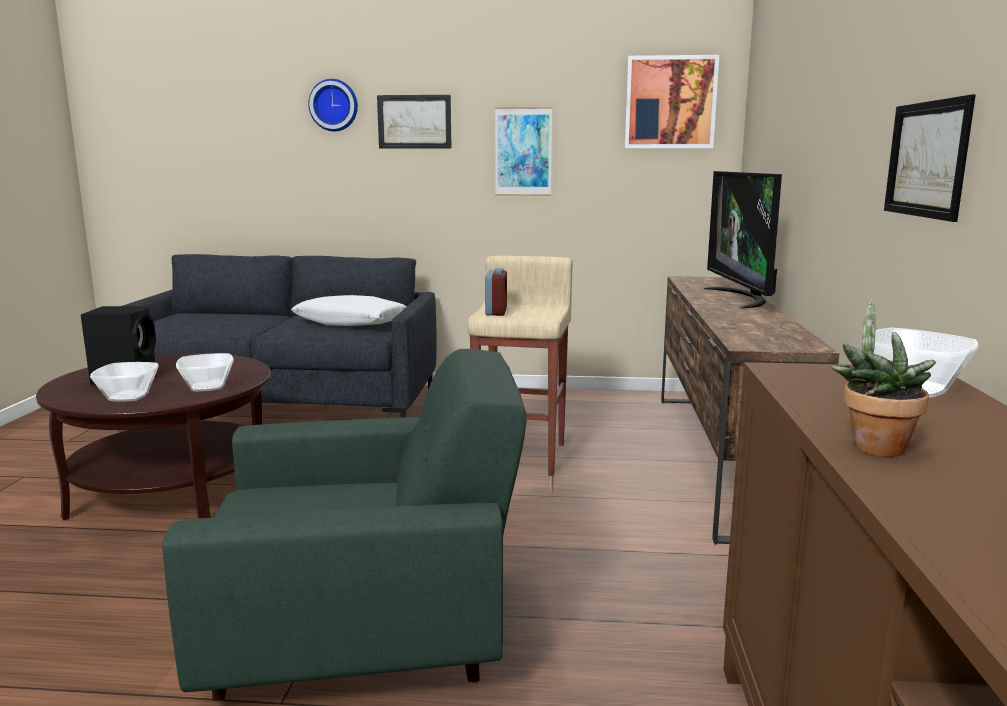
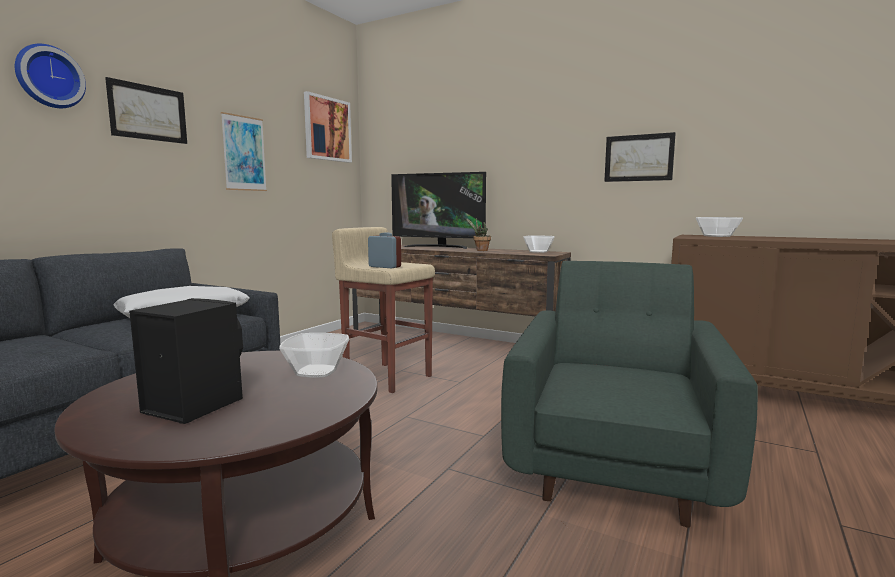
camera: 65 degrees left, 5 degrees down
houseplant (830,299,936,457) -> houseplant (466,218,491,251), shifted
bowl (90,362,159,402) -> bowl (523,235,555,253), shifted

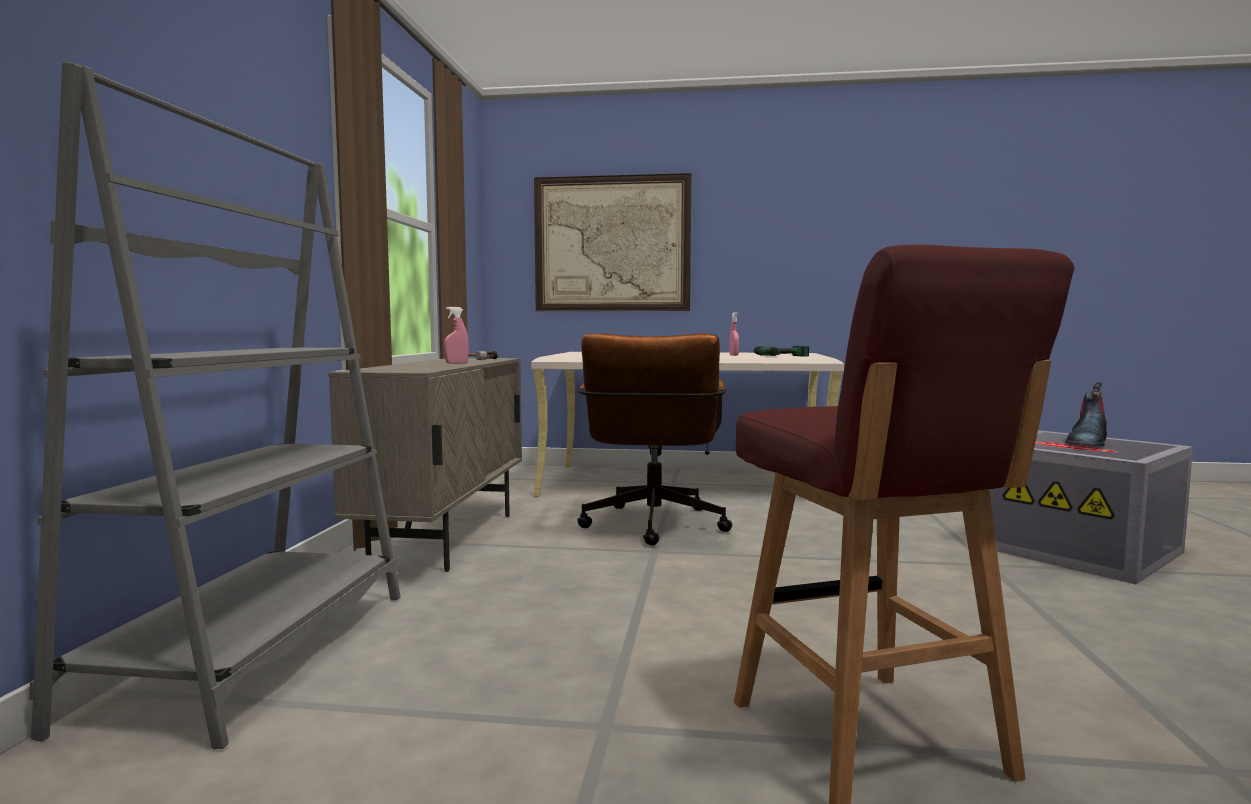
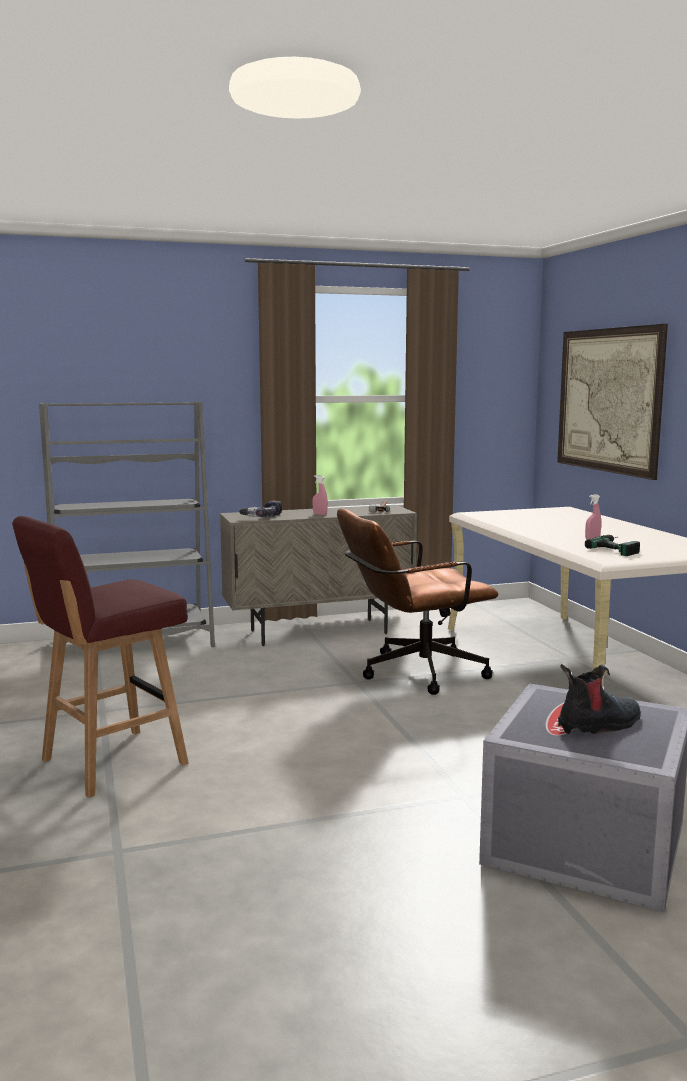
camera: 65 degrees right, 5 degrees up
none -> drill (239,501,282,517)
tall boot (1065,382,1107,447) -> tall boot (558,664,641,734), 135 degrees clockwise

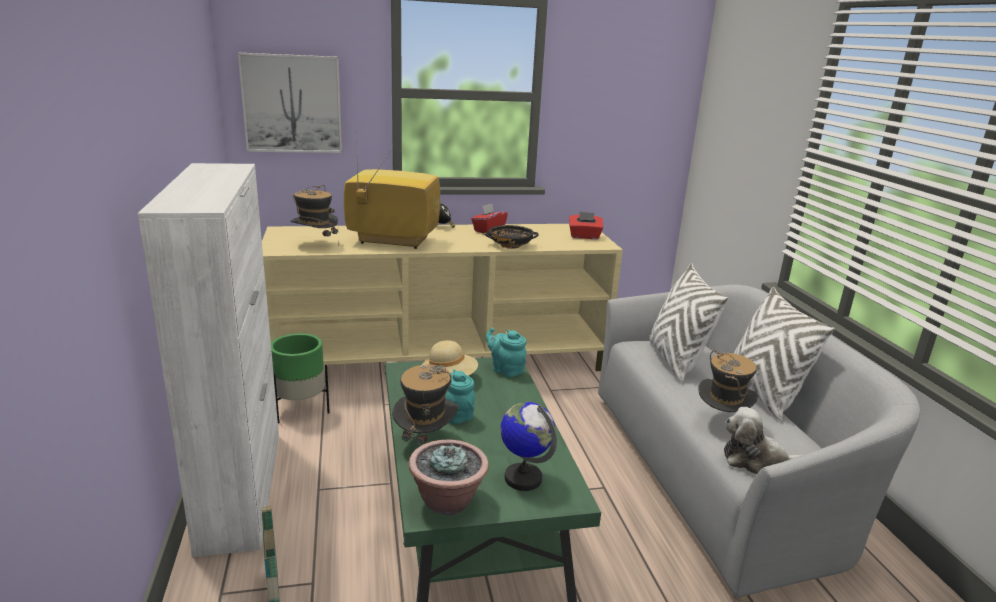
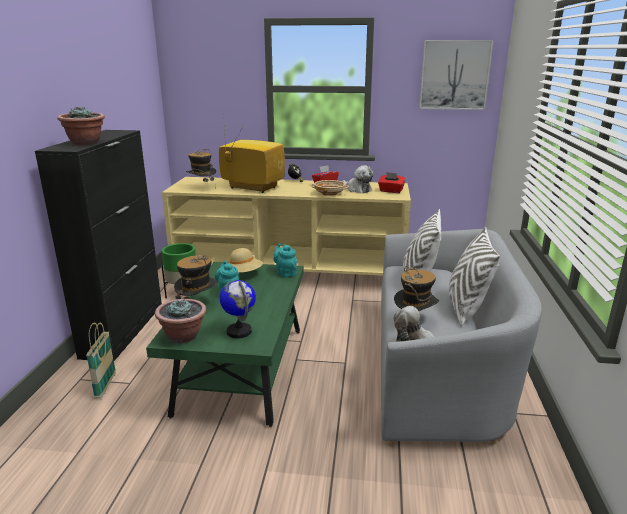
camera: 20 degrees right, 0 degrees up
whitish cabinet (138,163,279,557) -> blackish cabinet (35,130,162,361)
none -> houseplant (57,107,105,145)
blackish bowl (484,225,539,249) -> beige bowl (310,180,349,196)
none -> soft toy (342,165,374,193)
wall picture (238,53,342,153) -> wall picture (419,40,493,110), shifted

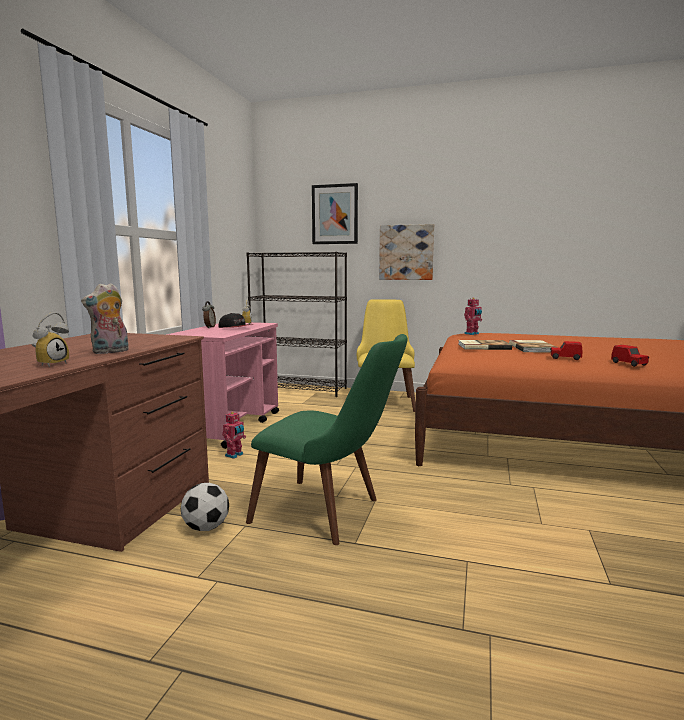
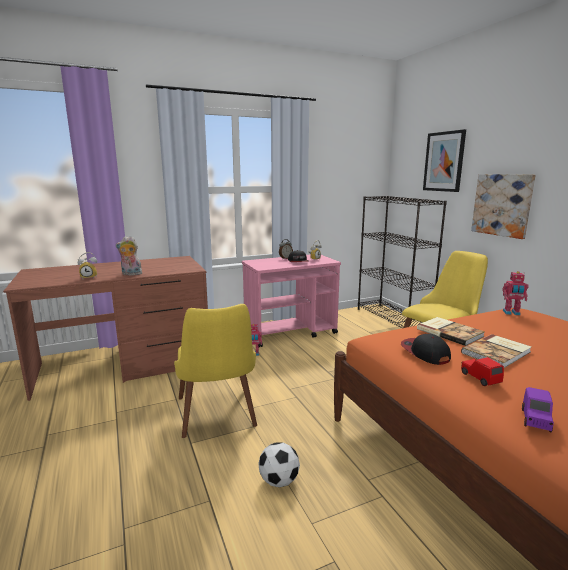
camera: 50 degrees right, 5 degrees up
green upright chair (246,334,407,545) -> yellow-coloured upright chair (174,304,257,438)
football (181,483,229,531) -> football (258,442,300,487), shifted
none -> peaked cap (401,334,451,365)
reddish miniature car (611,345,649,367) -> purple miniature car (522,387,554,432)

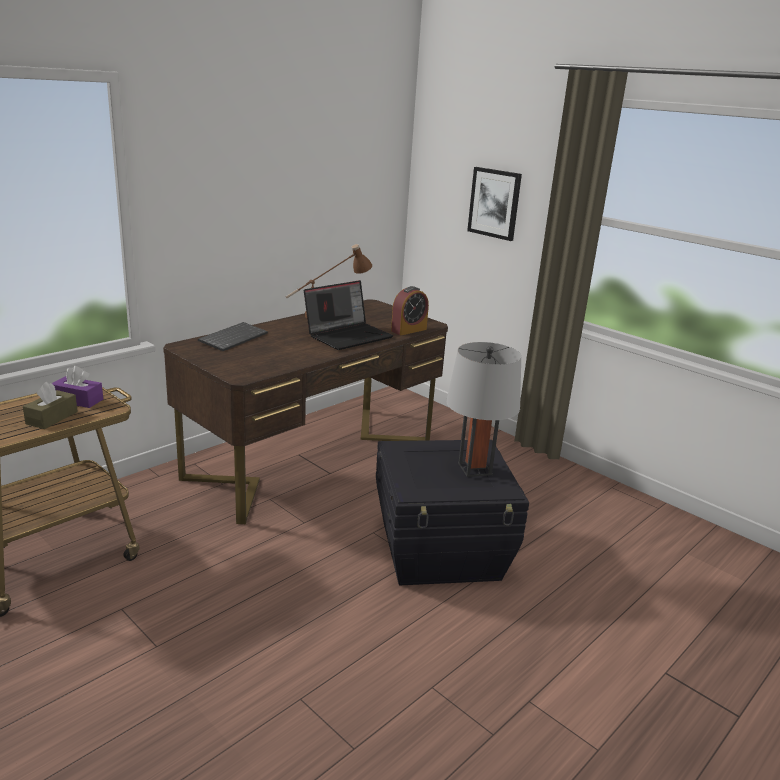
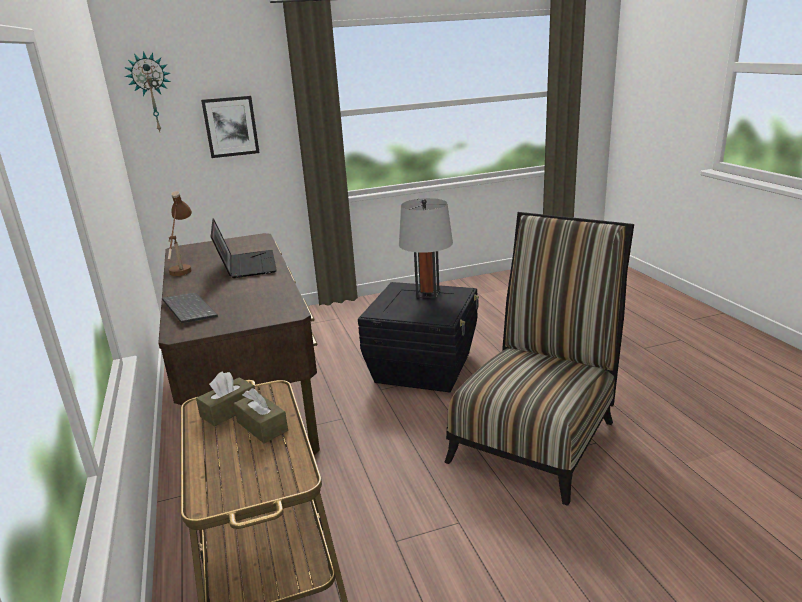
camera: 60 degrees left, 0 degrees up
none -> clock on the wall (124,51,170,132)
purple tissue box (52,366,103,408) -> brownish tissue box (196,372,255,426)
none -> upright chair (445,212,634,506)
alarm clock (391,286,429,335) -> none

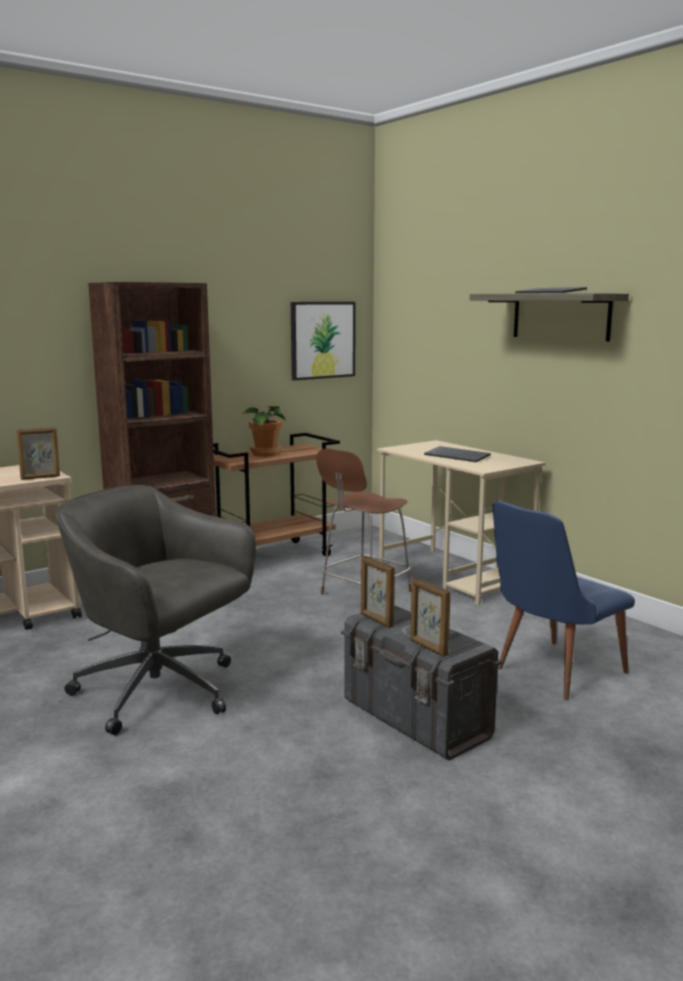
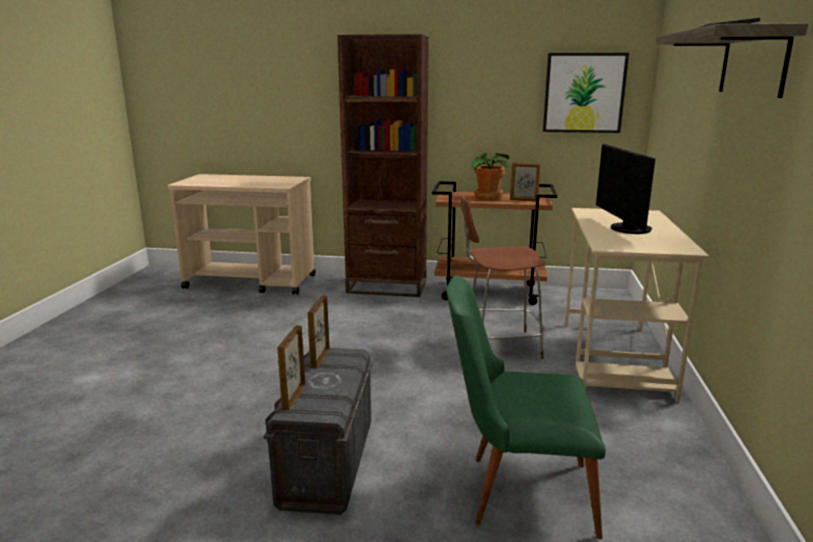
camera: 45 degrees right, 5 degrees up
blue upright chair (492,501,635,700) -> green upright chair (446,275,606,539)
picture frame (16,427,60,480) -> picture frame (510,162,541,201), shifted
computer keyboard (424,446,491,462) -> computer screen (596,144,655,234)
grey desk chair (56,485,256,735) -> none

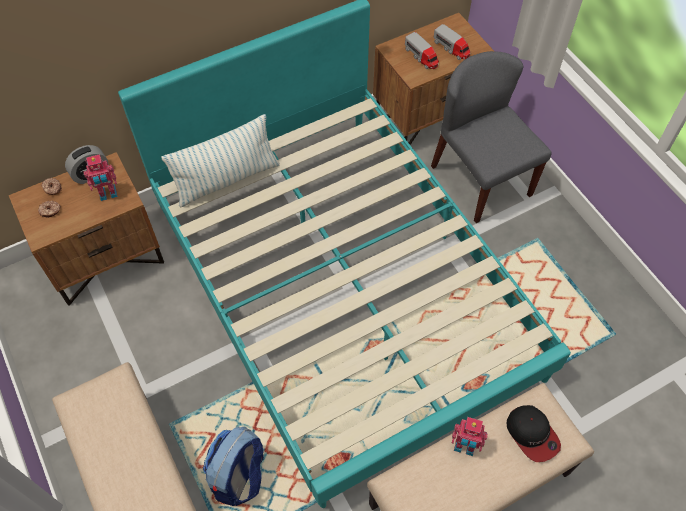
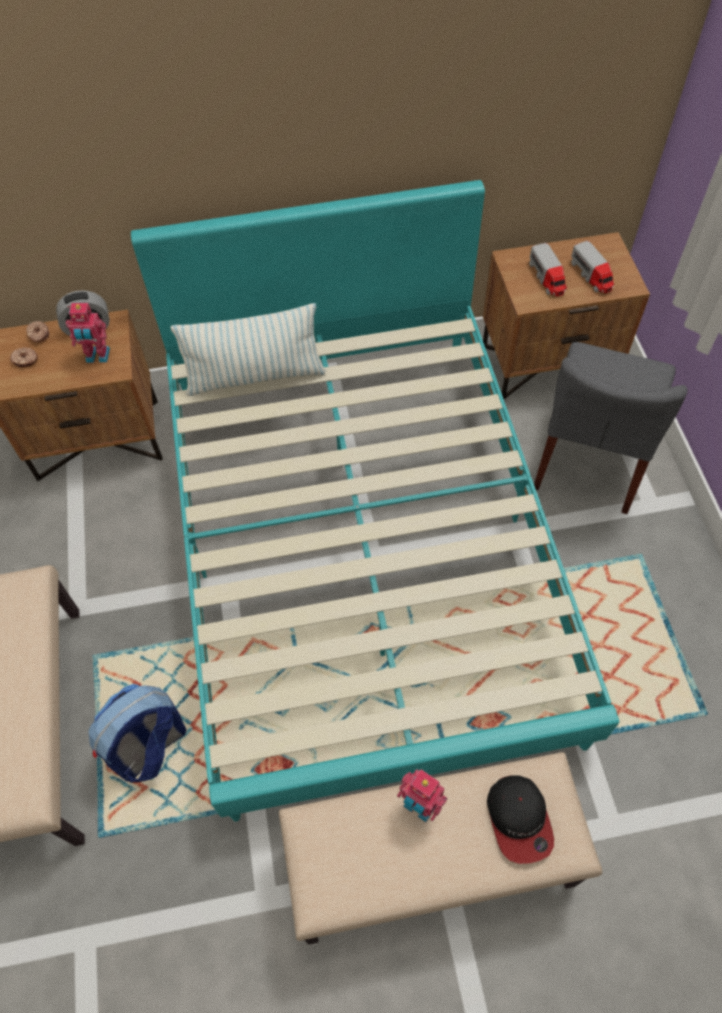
camera: 20 degrees right, 0 degrees up
grey upright chair (431,51,552,223) -> grey upright chair (534,342,687,514), 150 degrees counterclockwise

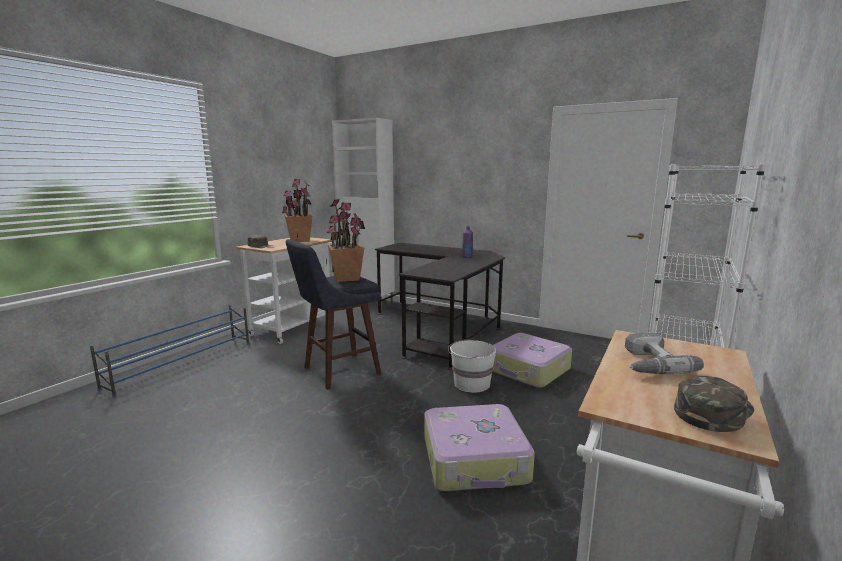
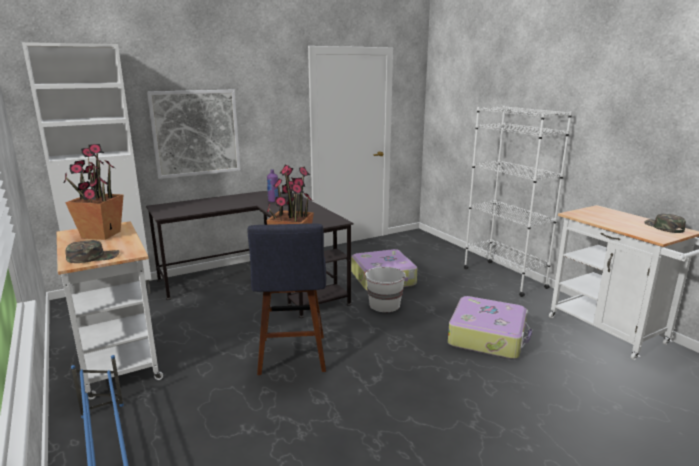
camera: 60 degrees left, 5 degrees up
none -> wall picture (147,90,240,179)
drill (625,333,704,374) -> none

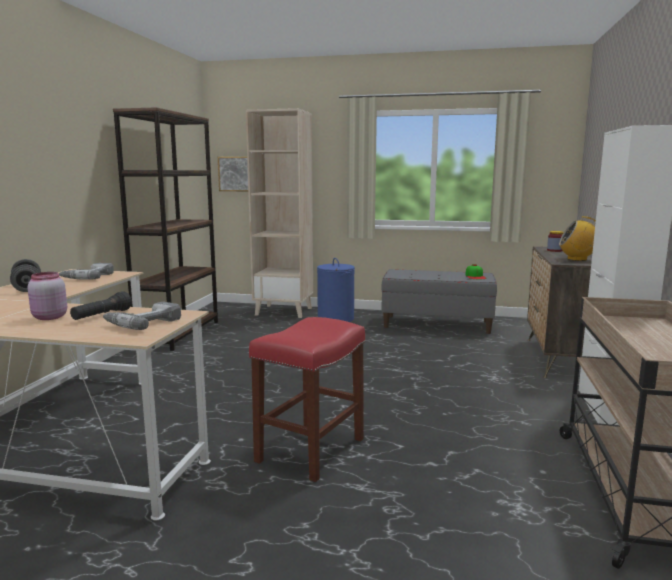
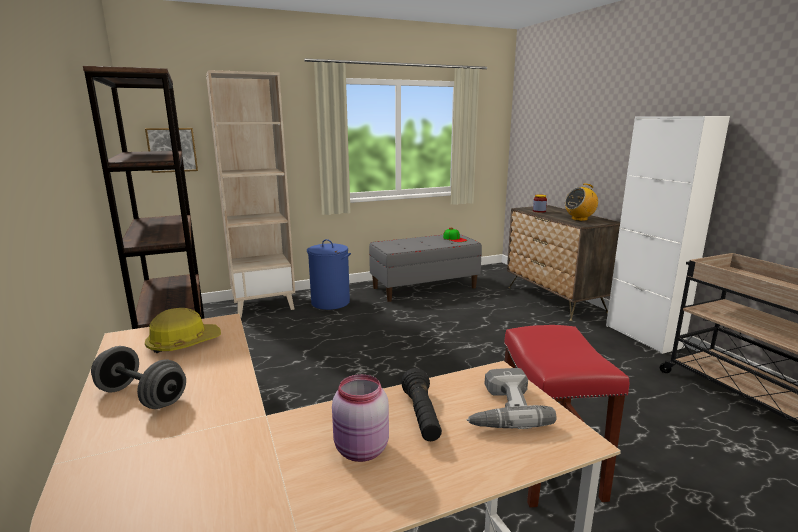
camera: 35 degrees left, 5 degrees up
drill (59,263,114,280) -> hard hat (145,308,221,353)

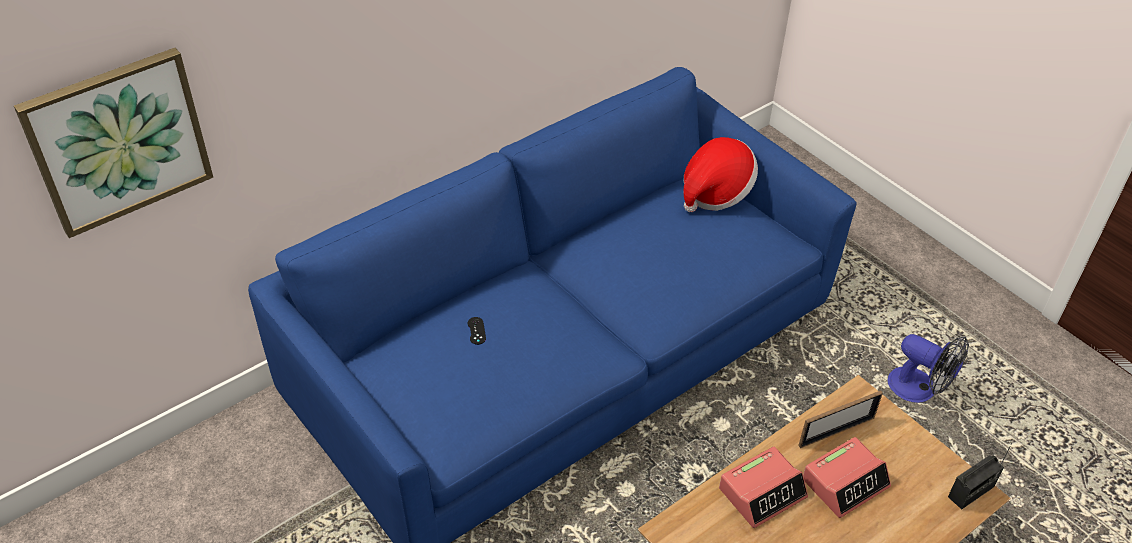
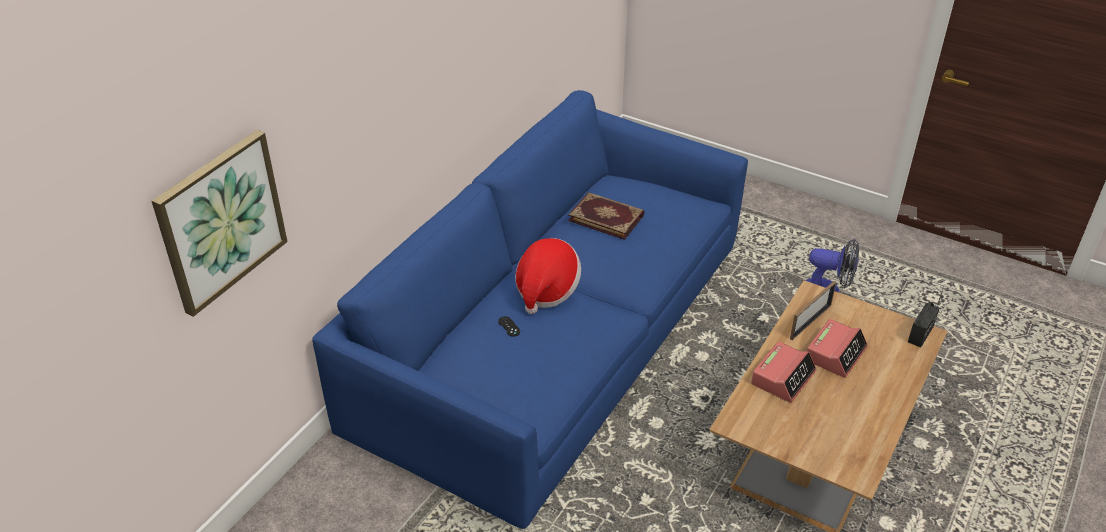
camera: 20 degrees left, 5 degrees down
hat (683,137,758,212) -> hat (515,238,581,314), shifted
none -> bound book (568,192,645,240)

